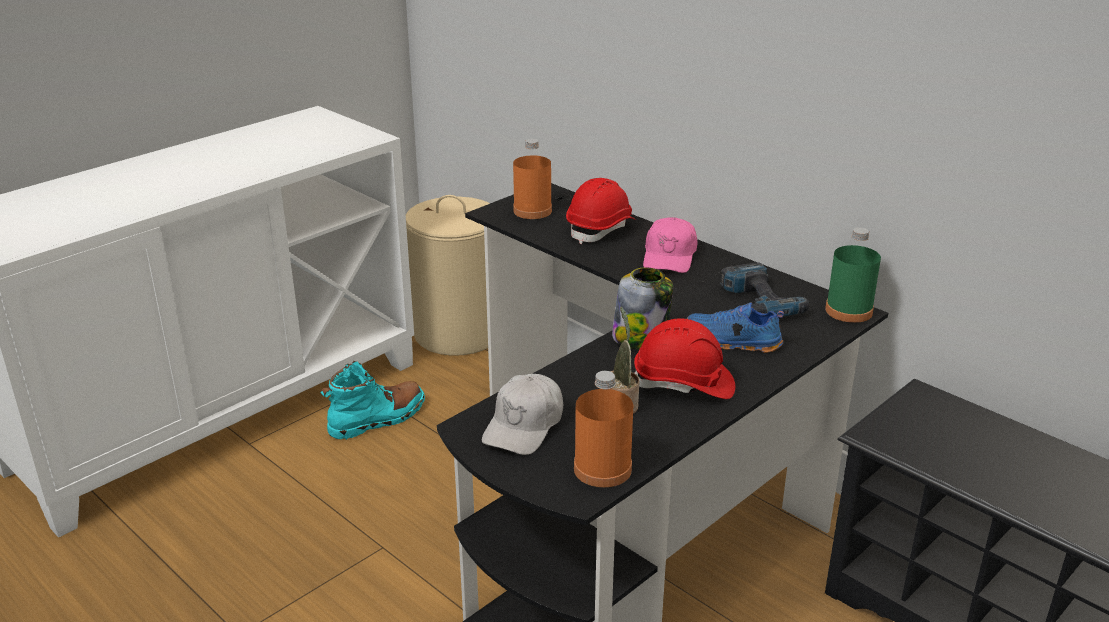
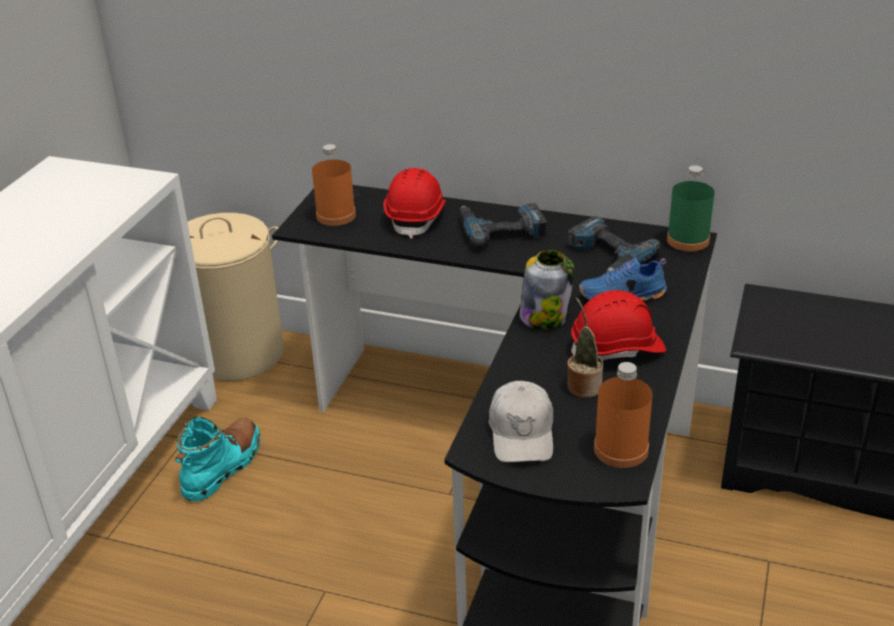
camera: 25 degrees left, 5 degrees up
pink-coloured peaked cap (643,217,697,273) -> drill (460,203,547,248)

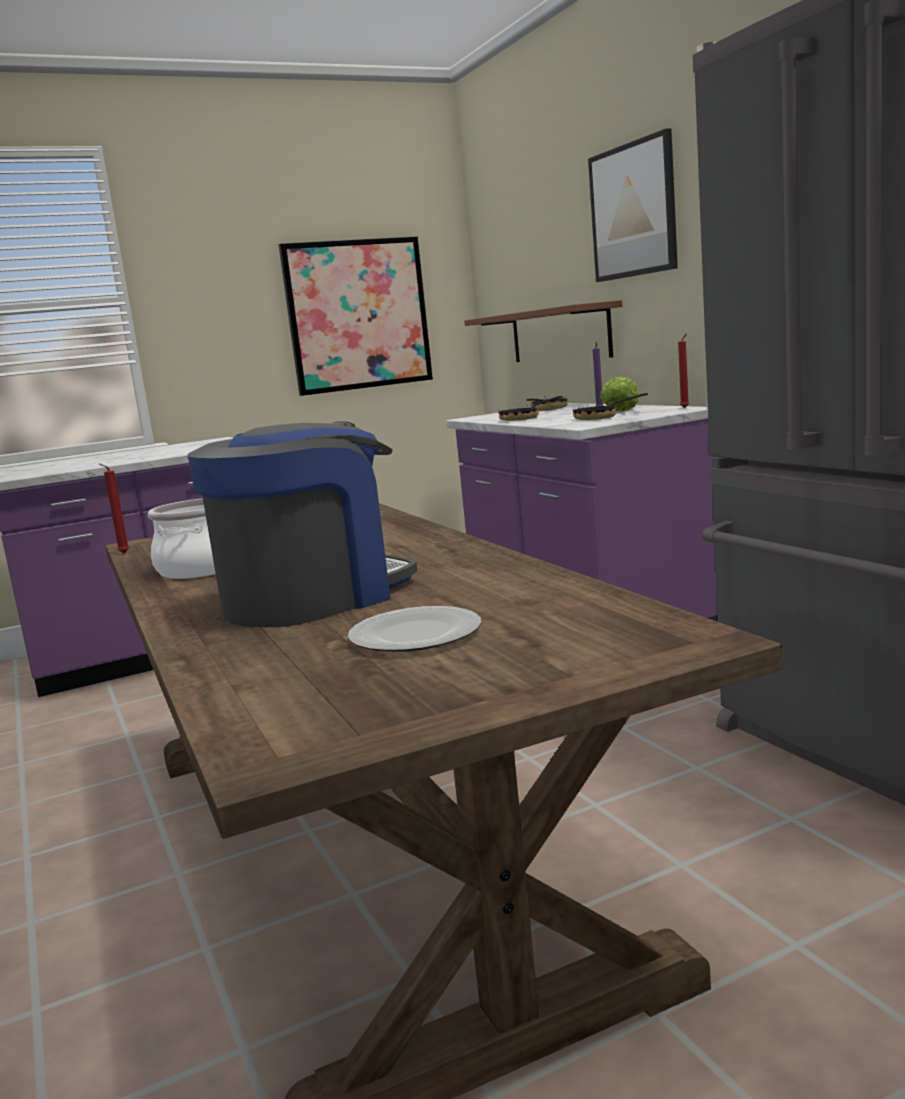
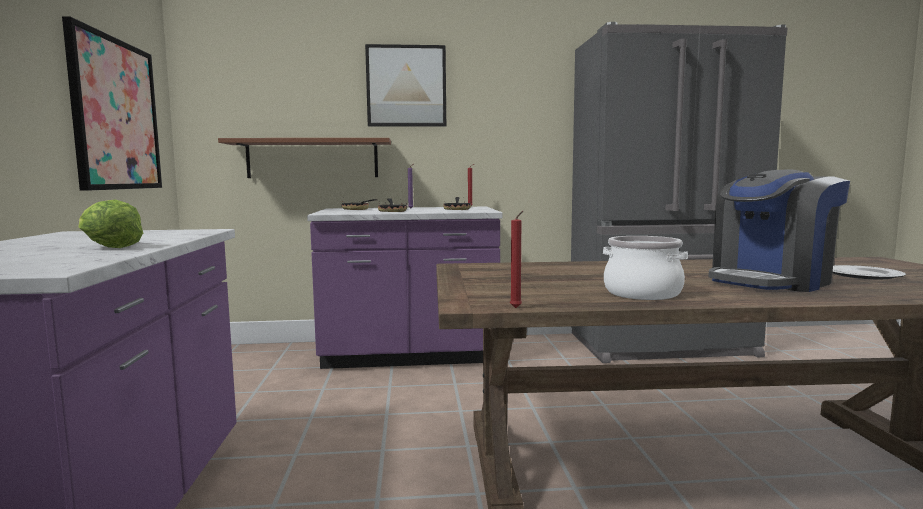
camera: 70 degrees left, 5 degrees down
lettuce head (600,377,639,411) -> lettuce head (79,200,143,248), shifted
coffee brewer (188,422,417,627) -> coffee brewer (708,170,850,292), 105 degrees counterclockwise

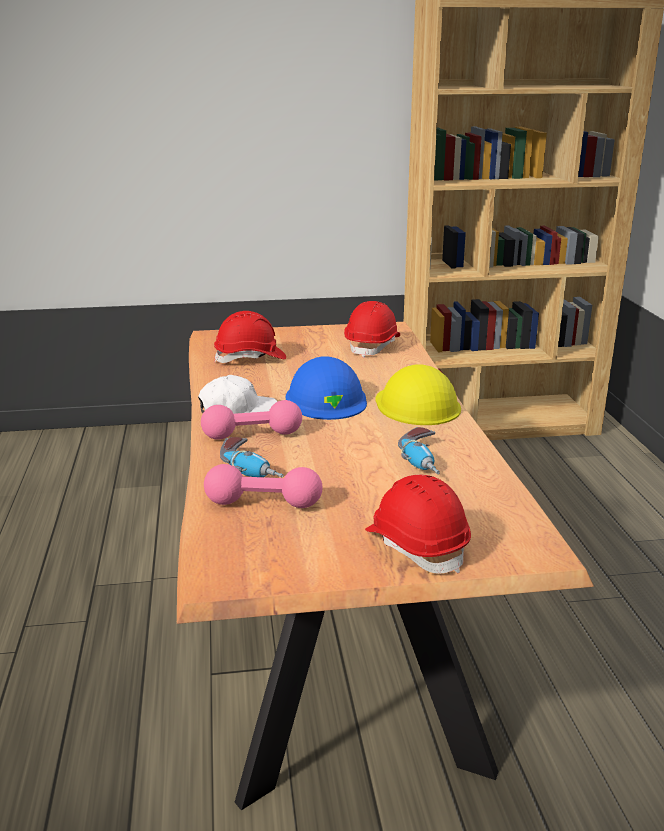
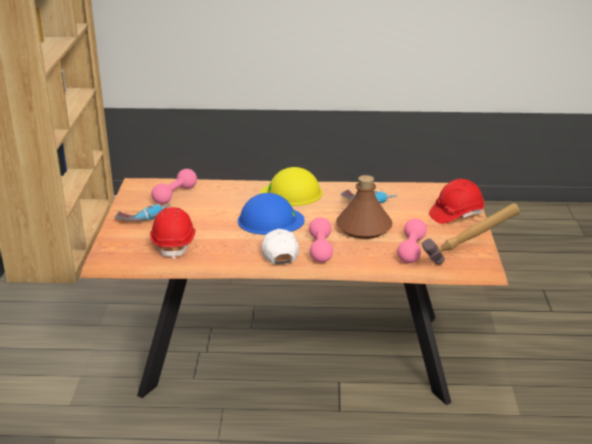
camera: 80 degrees left, 5 degrees up
drill (220,437,284,477) -> drill (115,204,171,221), shifted
reddish hard hat (344,301,400,358) -> pink-coloured hand weight (151,169,197,204)
none -> brownish beverage bottle (336,175,392,239)
none -> hand hammer (422,203,520,265)

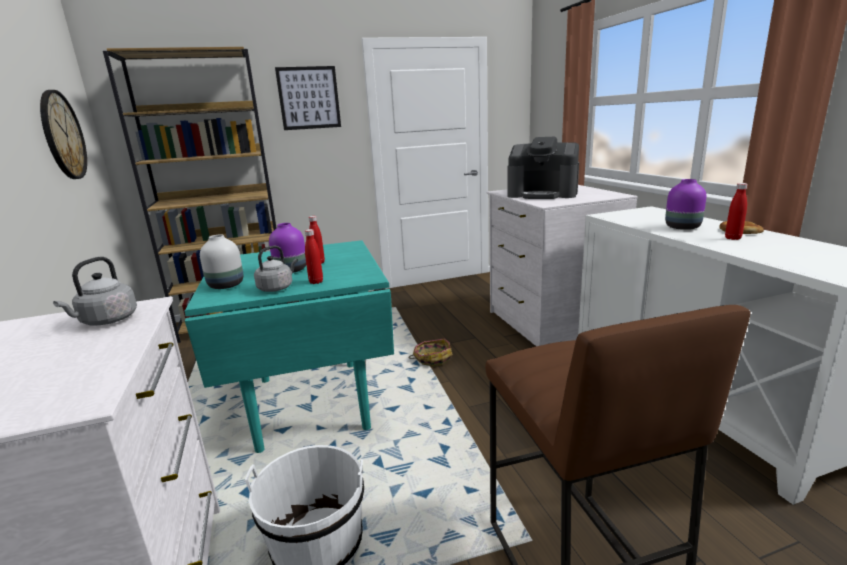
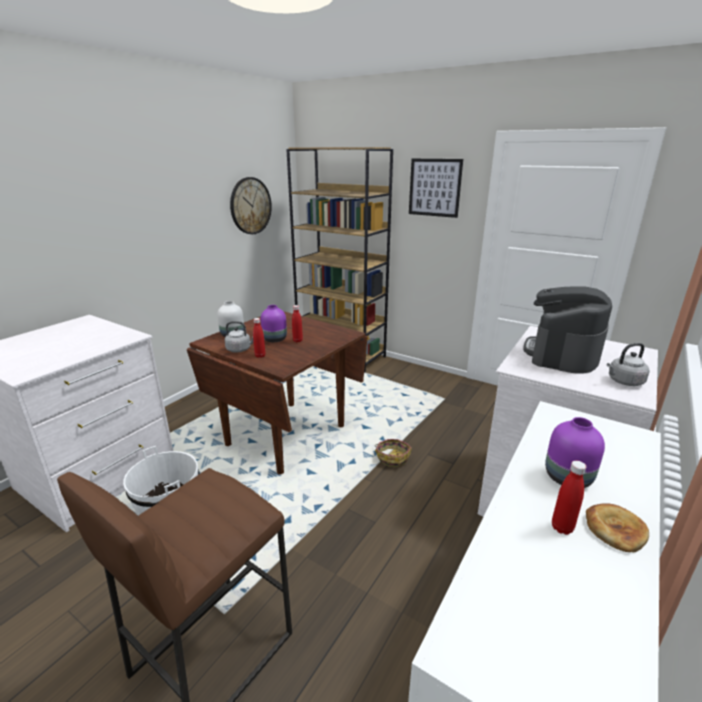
camera: 50 degrees right, 5 degrees up
blue-green kitchen table (184,240,394,453) -> brownish kitchen table (187,311,368,475)
coffee brewer (507,137,579,199) -> coffee brewer (523,286,612,374), 45 degrees clockwise
grey water kettle (53,257,137,326) -> grey water kettle (607,343,650,386), shifted

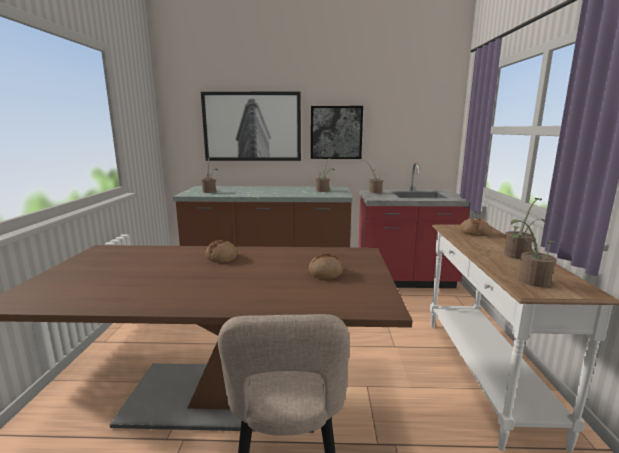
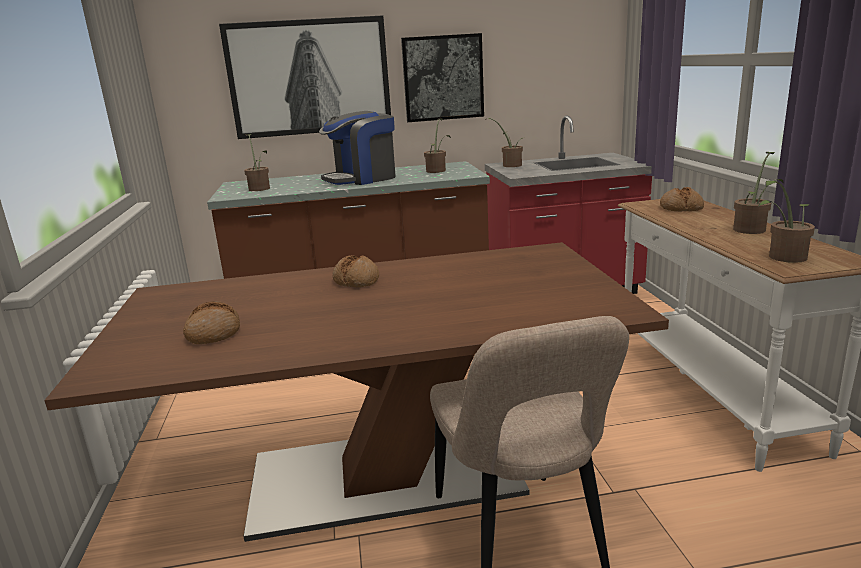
camera: 10 degrees left, 5 degrees up
bakery bread (308,253,343,279) -> bakery bread (183,301,240,344), shifted
none -> coffee brewer (319,111,396,185)

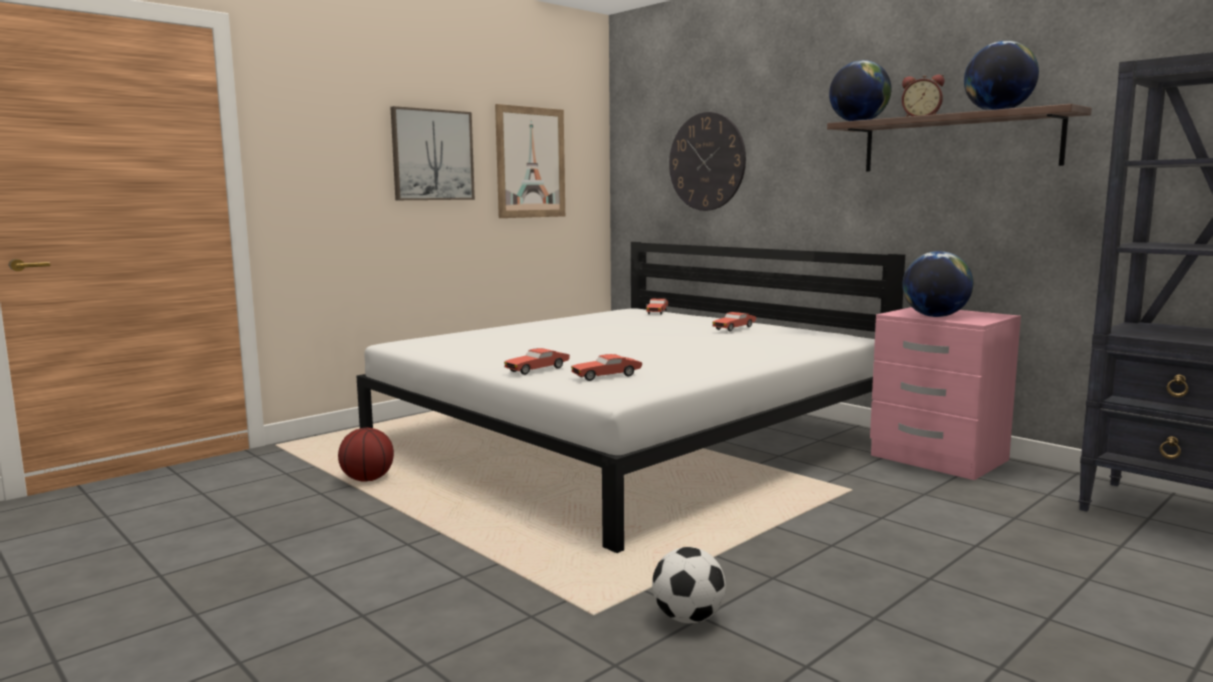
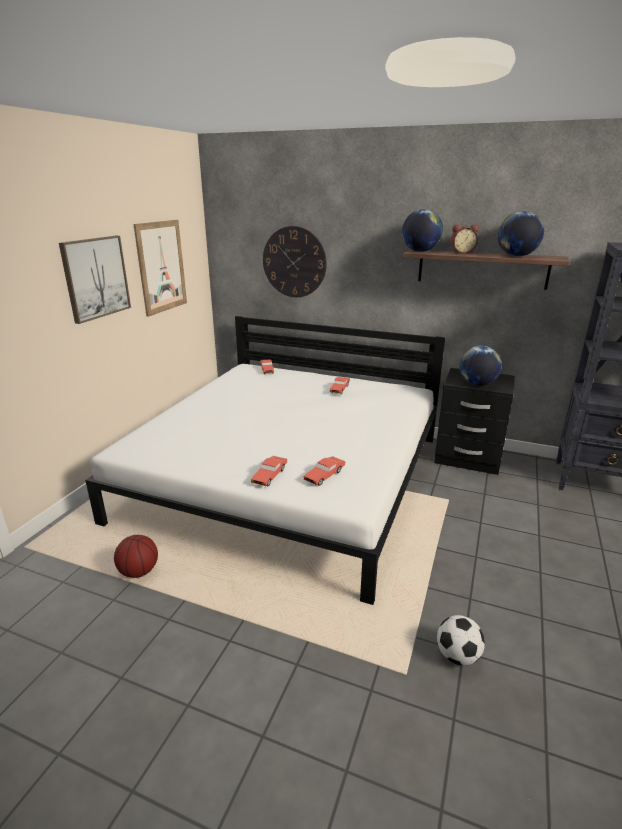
camera: 25 degrees left, 15 degrees up
pink-coloured nightstand (870,307,1021,480) -> blackish nightstand (434,368,515,475)

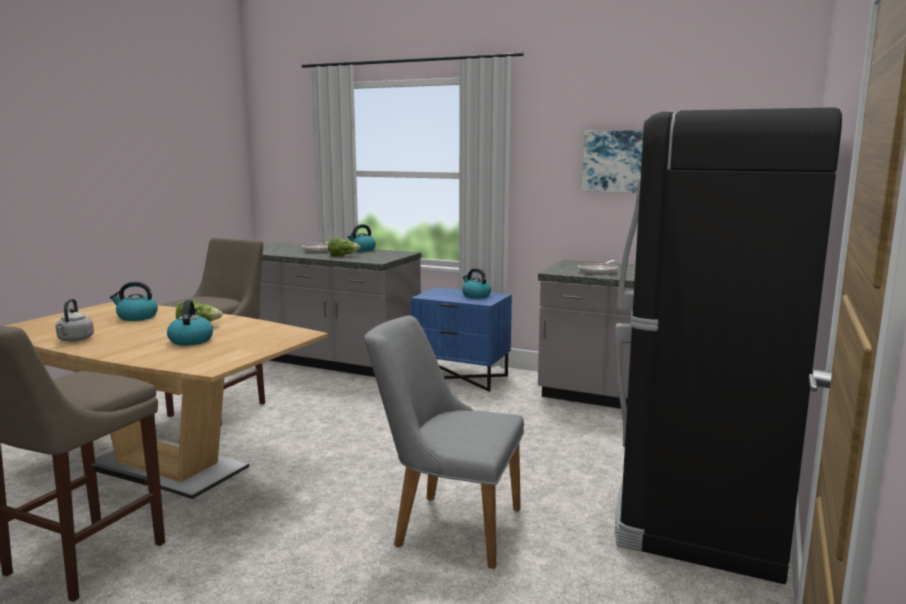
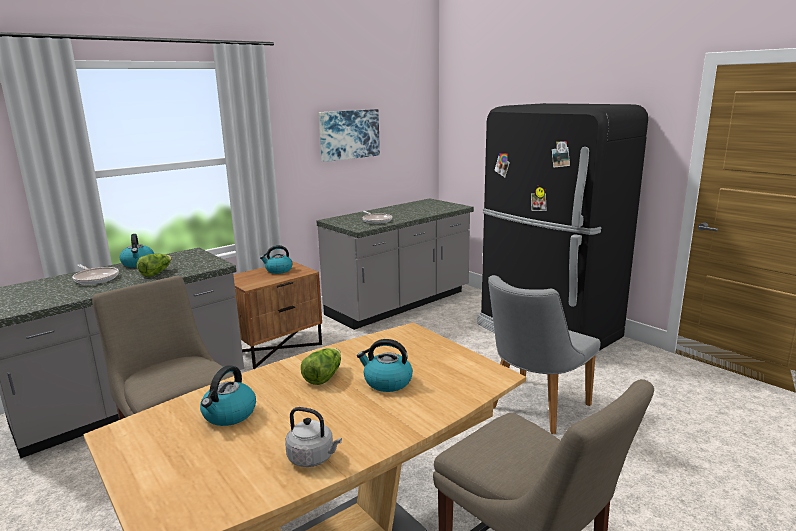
camera: 65 degrees left, 5 degrees up
blue nightstand (411,287,512,392) -> brownish nightstand (233,261,322,369)

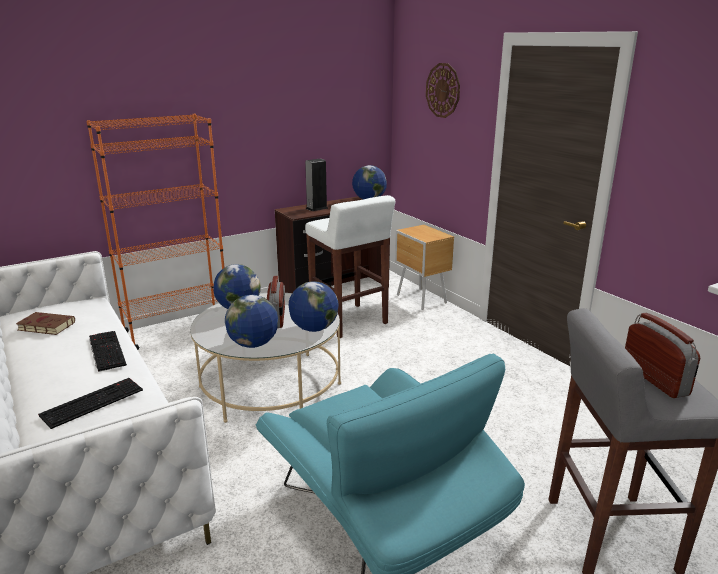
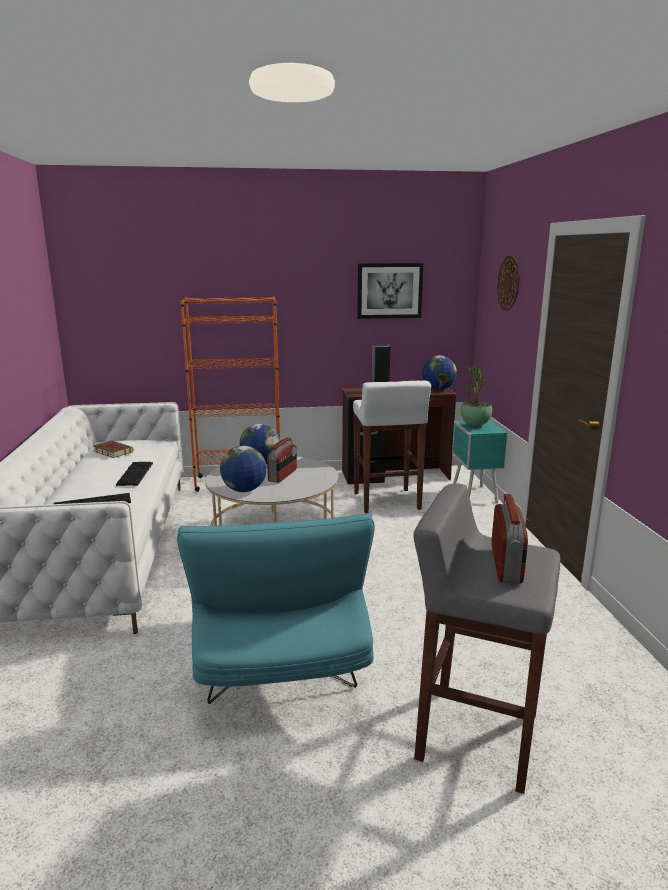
camera: 25 degrees right, 5 degrees down
none -> wall picture (357,263,423,319)
brownish nightstand (395,225,454,310) -> blue-green nightstand (452,420,507,503)
none -> houseplant (460,365,492,426)
globe (289,281,339,332) -> none

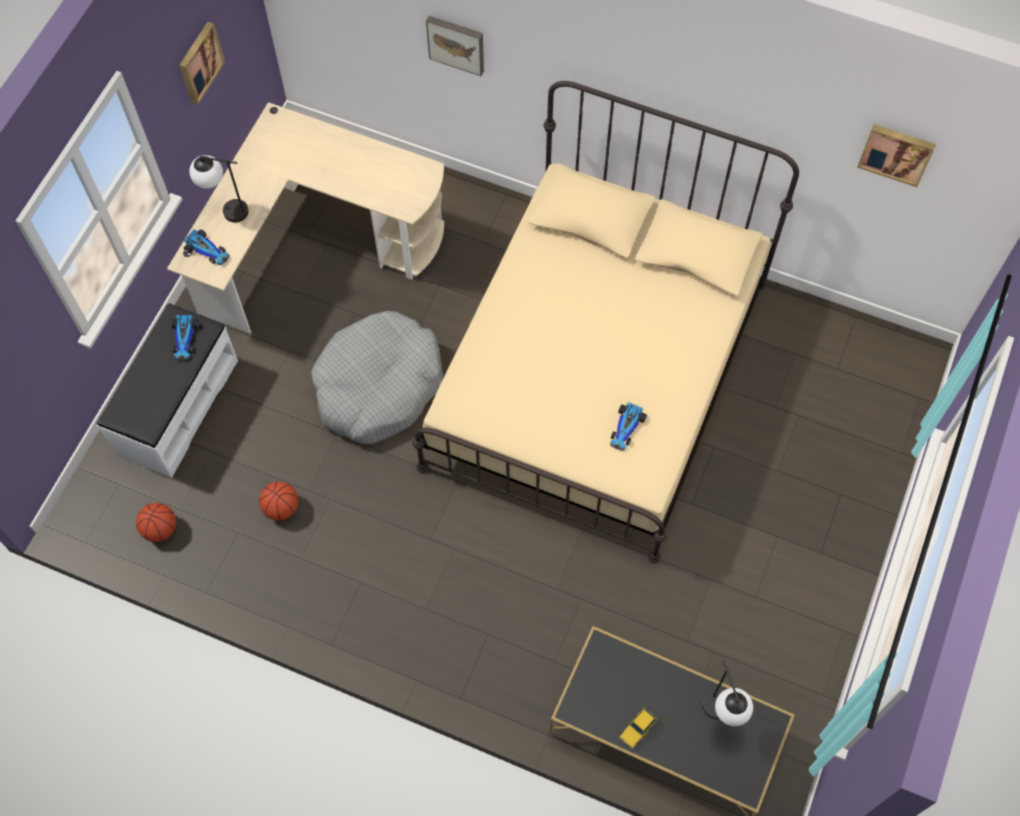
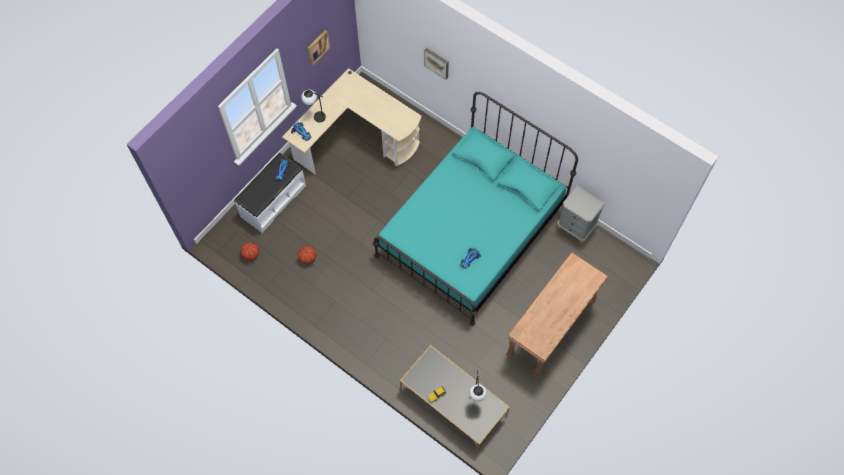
camera: 15 degrees right, 0 degrees up
beige sleeping bed (412,81,799,563) -> blue-green sleeping bed (373,92,578,326)
none -> brownish narrow table (506,253,608,378)
none -> grey nightstand (557,186,605,243)
grey dog bed (311,311,443,444) -> none
wall picture (857,124,936,187) -> none

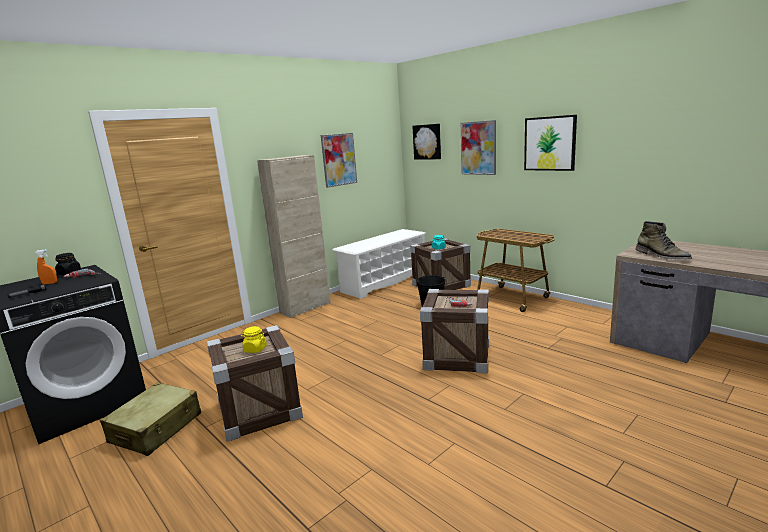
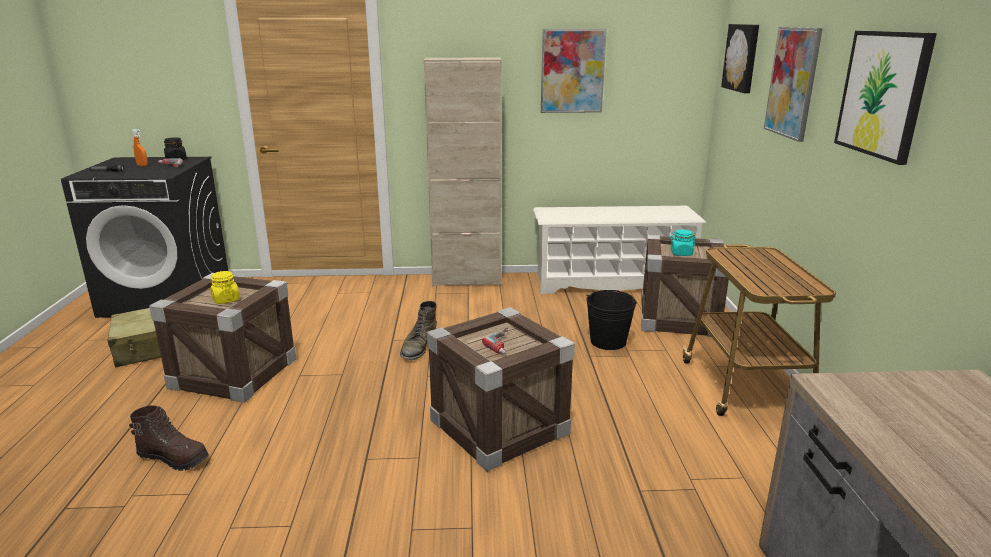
camera: 40 degrees right, 5 degrees up
none -> brownish tall boot (129,405,209,471)
green tall boot (636,221,692,259) -> green tall boot (400,301,437,360), shifted

